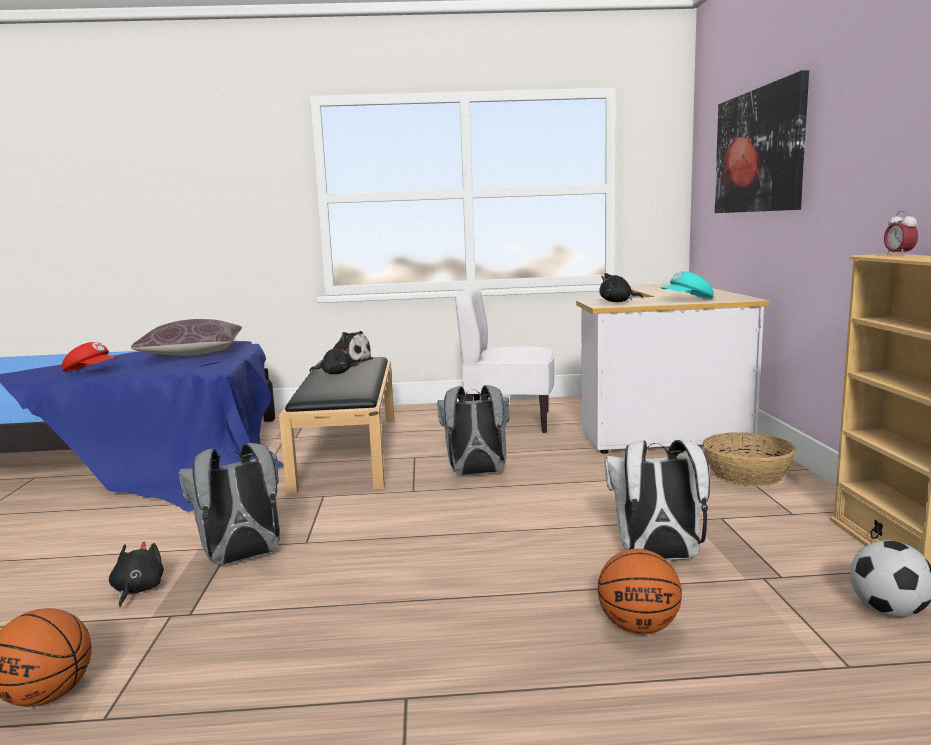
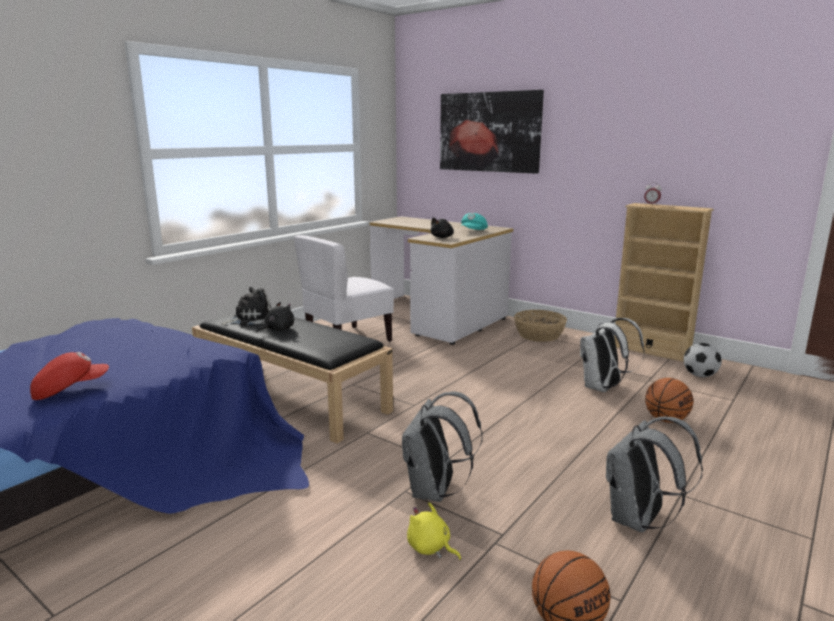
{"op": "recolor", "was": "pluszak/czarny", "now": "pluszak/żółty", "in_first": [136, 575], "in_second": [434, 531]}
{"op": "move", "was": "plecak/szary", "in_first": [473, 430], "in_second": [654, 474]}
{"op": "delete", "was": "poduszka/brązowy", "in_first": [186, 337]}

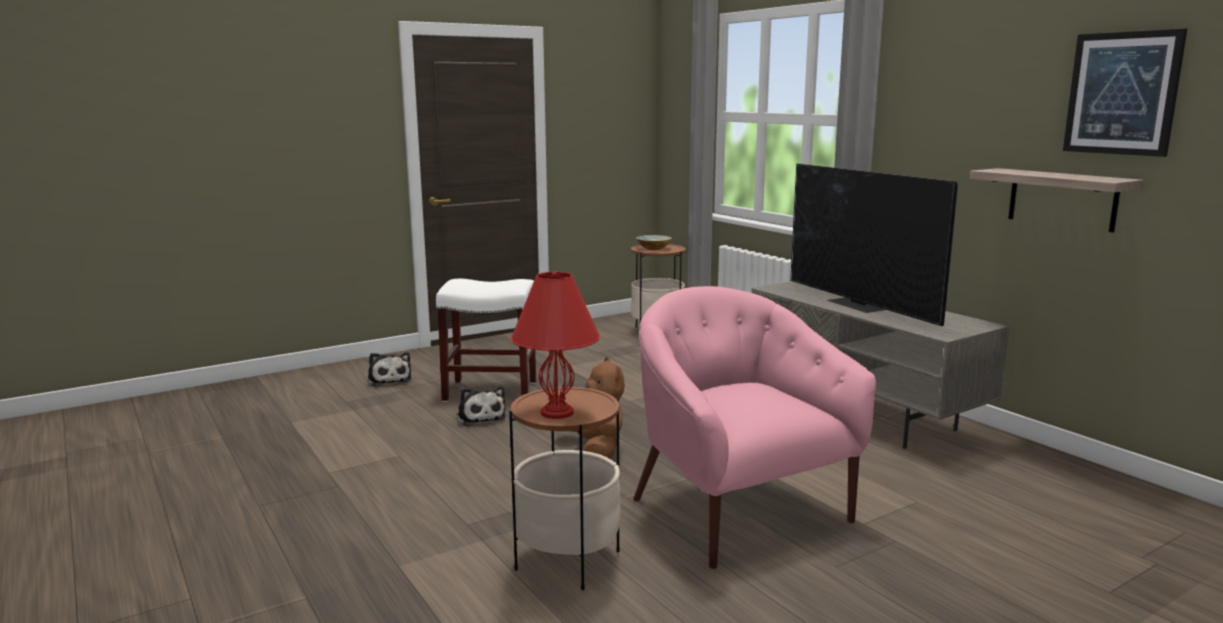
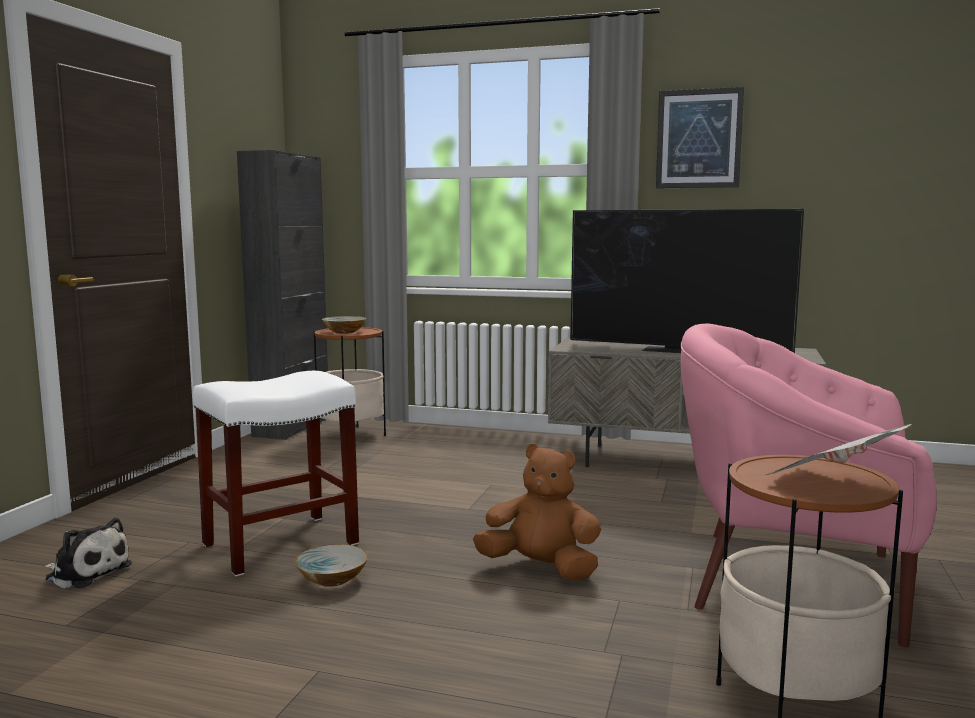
{"op": "insert", "now": "szafka/czarny", "in_second": [282, 295]}
{"op": "replace", "was": "pluszak", "now": "miska", "in_first": [481, 406], "in_second": [331, 565]}
{"op": "move", "was": "obraz", "in_first": [1125, 92], "in_second": [700, 137]}
{"op": "replace", "was": "lampa stołowa/czerwony", "now": "gazeta", "in_first": [555, 345], "in_second": [839, 449]}
{"op": "delete", "was": "półka", "in_first": [1056, 200]}

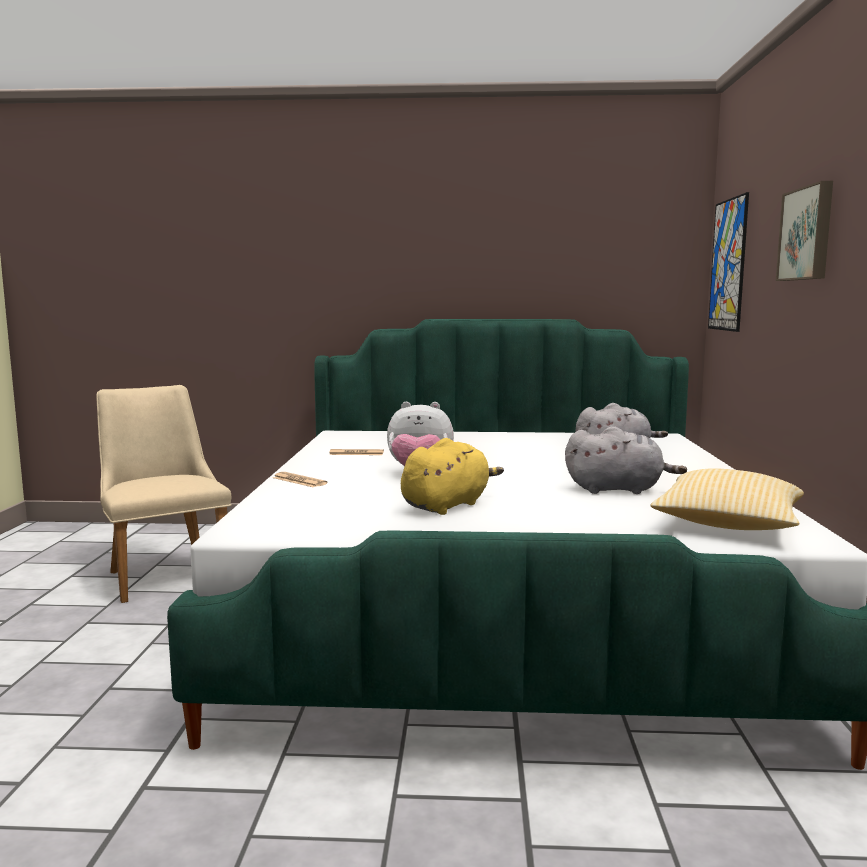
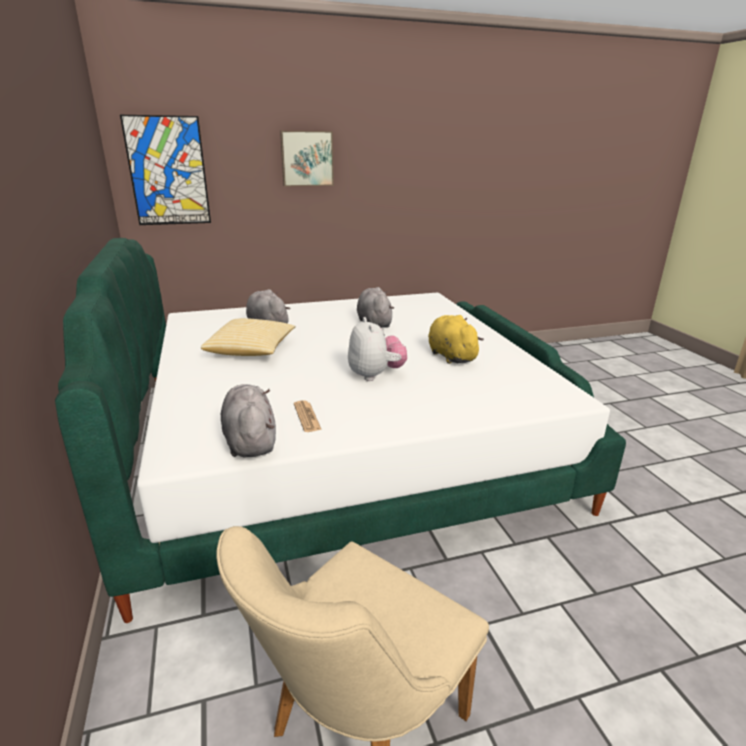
{"op": "move", "was": "poduszka", "in_first": [727, 499], "in_second": [248, 337]}
{"op": "insert", "now": "pluszak/szary", "in_second": [248, 420]}
{"op": "rotate", "was": "pluszak/żółty", "in_first": [452, 476], "in_second": [456, 339], "clockwise": 45}
{"op": "delete", "was": "gazeta", "in_first": [300, 479]}

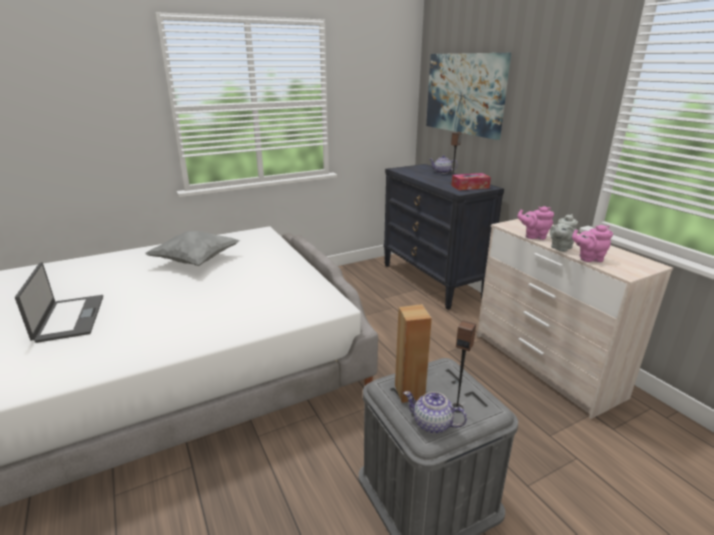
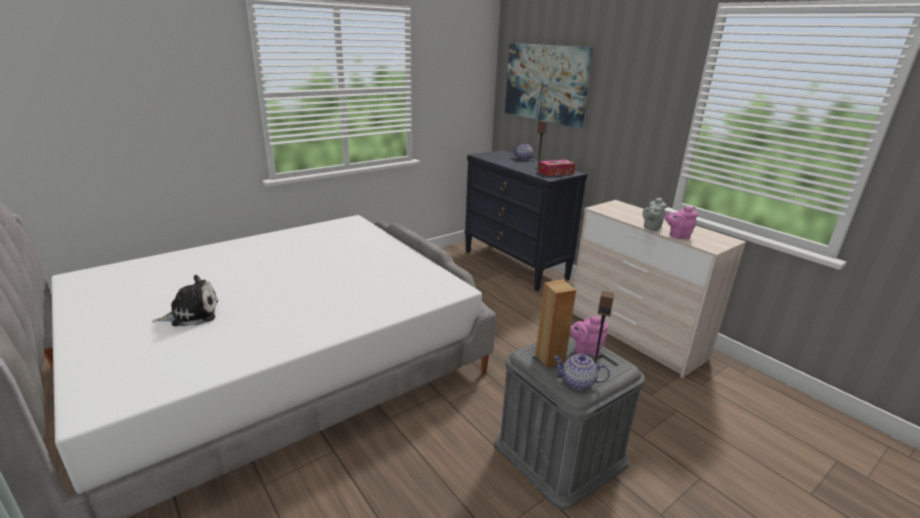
{"op": "replace", "was": "laptop", "now": "pluszak", "in_first": [59, 302], "in_second": [185, 300]}
{"op": "move", "was": "imbryk/różowy", "in_first": [536, 223], "in_second": [589, 336]}
{"op": "delete", "was": "poduszka/szary", "in_first": [193, 248]}

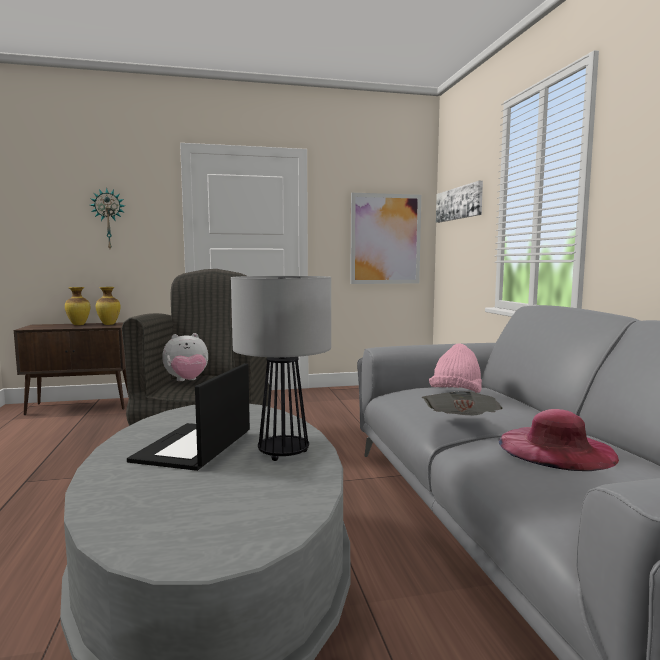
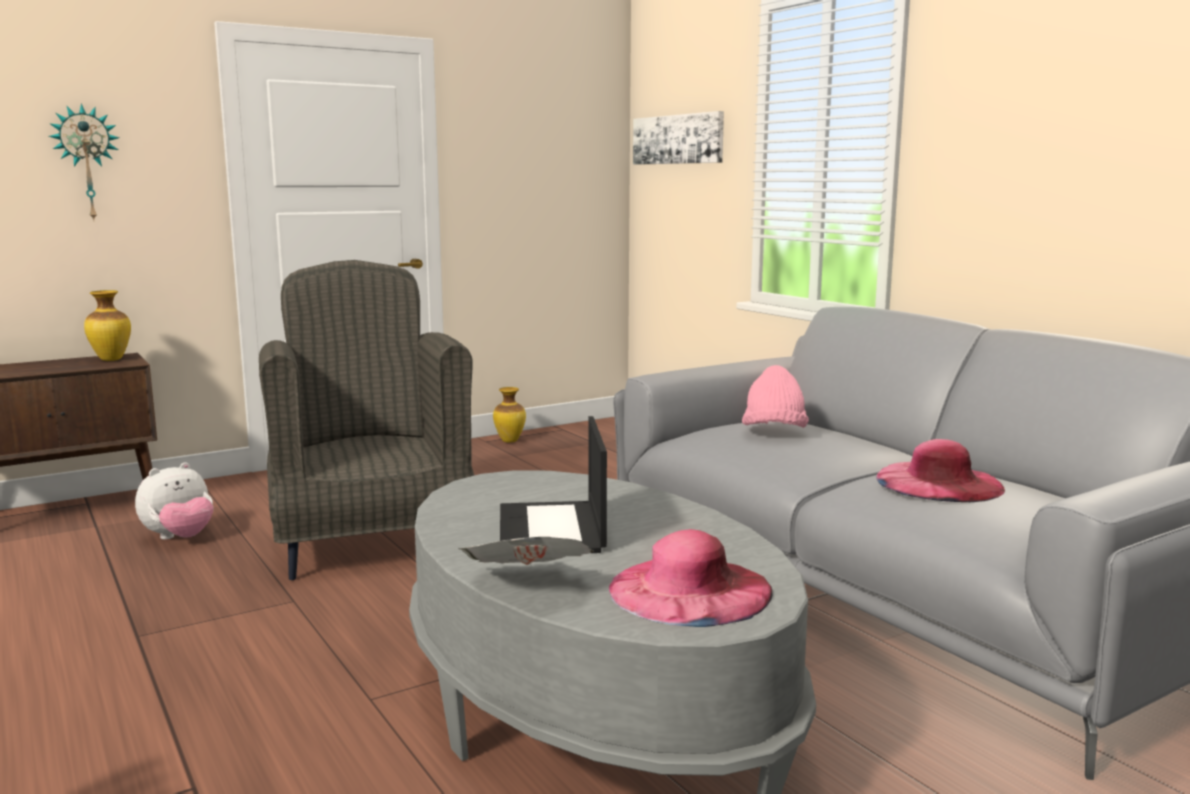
{"op": "move", "was": "pluszak", "in_first": [185, 357], "in_second": [174, 501]}
{"op": "move", "was": "gazeta", "in_first": [462, 403], "in_second": [526, 551]}
{"op": "move", "was": "wazon", "in_first": [77, 306], "in_second": [509, 415]}
{"op": "insert", "now": "kapelusz/różowy", "in_second": [690, 578]}
{"op": "delete", "was": "lampa stołowa", "in_first": [281, 368]}
{"op": "delete", "was": "obraz", "in_first": [385, 238]}

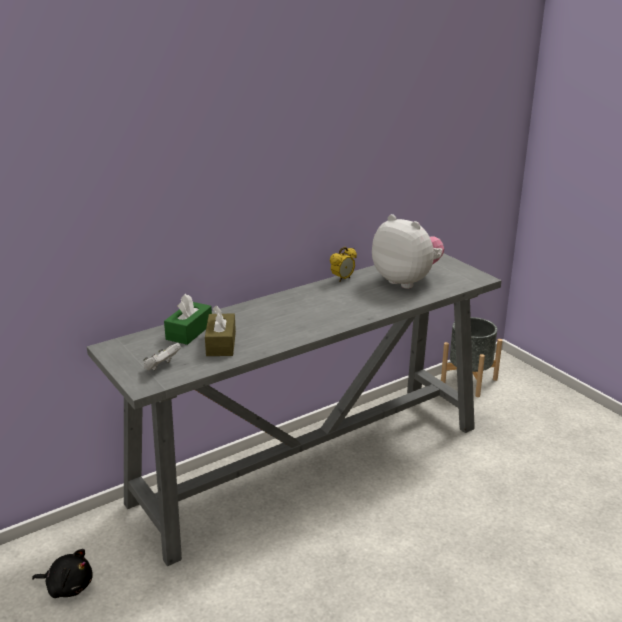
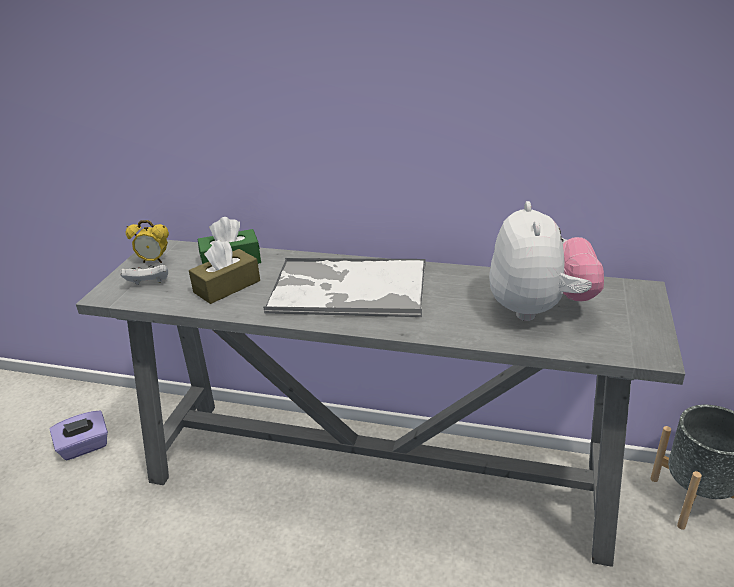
{"op": "replace", "was": "pluszak/czarny", "now": "pudełko chusteczek/fioletowy", "in_first": [62, 573], "in_second": [78, 435]}
{"op": "move", "was": "budzik", "in_first": [343, 264], "in_second": [147, 241]}
{"op": "insert", "now": "taca", "in_second": [344, 287]}

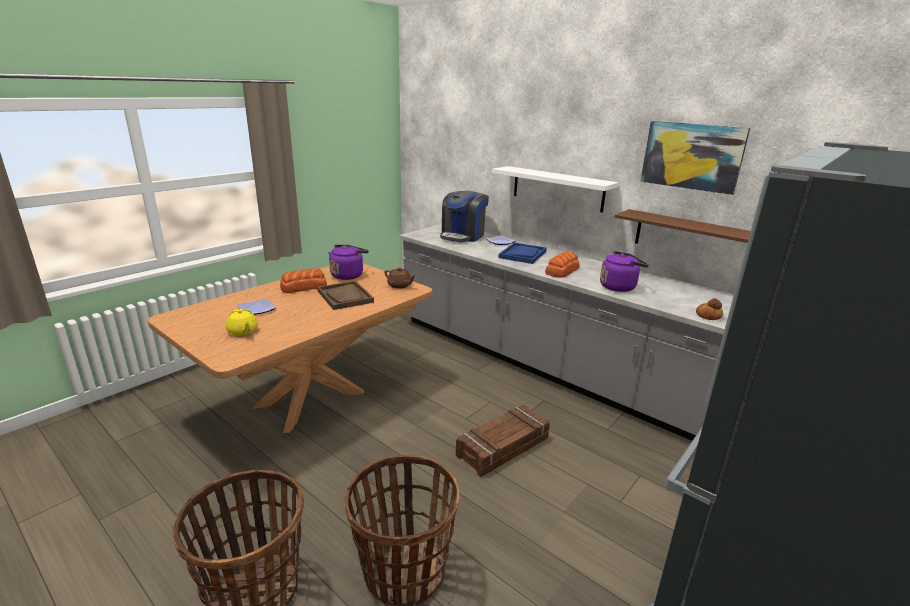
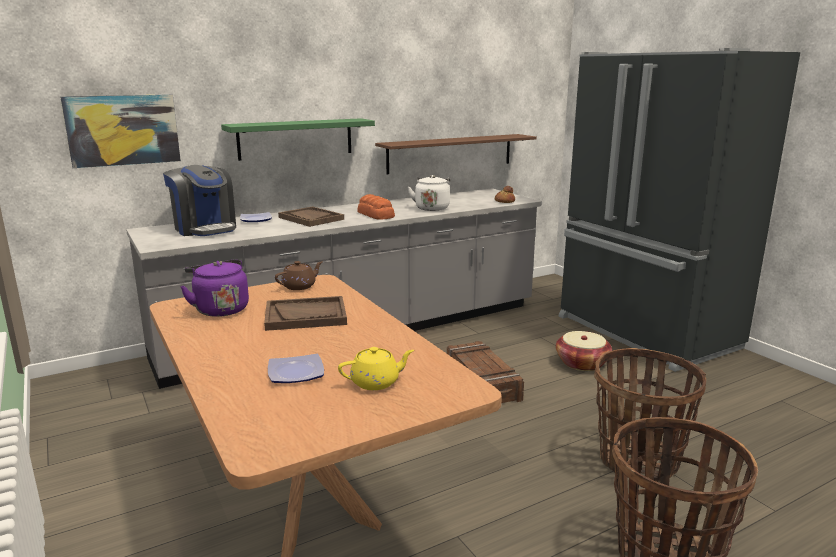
{"op": "move", "was": "obraz", "in_first": [695, 158], "in_second": [120, 131]}
{"op": "recolor", "was": "półka/biały", "now": "półka/zielony", "in_first": [555, 189], "in_second": [298, 139]}
{"op": "recolor", "was": "taca/niebieski", "now": "taca/brązowy", "in_first": [522, 253], "in_second": [311, 216]}
{"op": "recolor", "was": "czajnik/fioletowy", "now": "czajnik/biały", "in_first": [624, 271], "in_second": [429, 193]}
{"op": "insert", "now": "koszyk", "in_second": [584, 351]}
{"op": "delete", "was": "chleb", "in_first": [303, 280]}

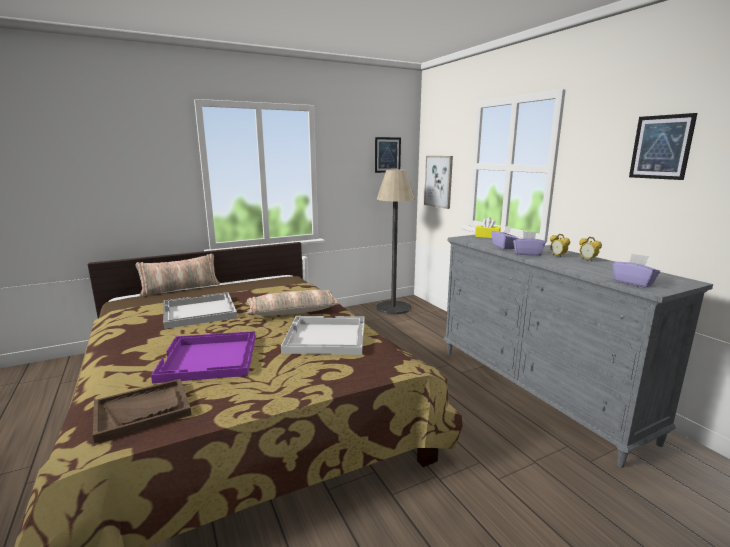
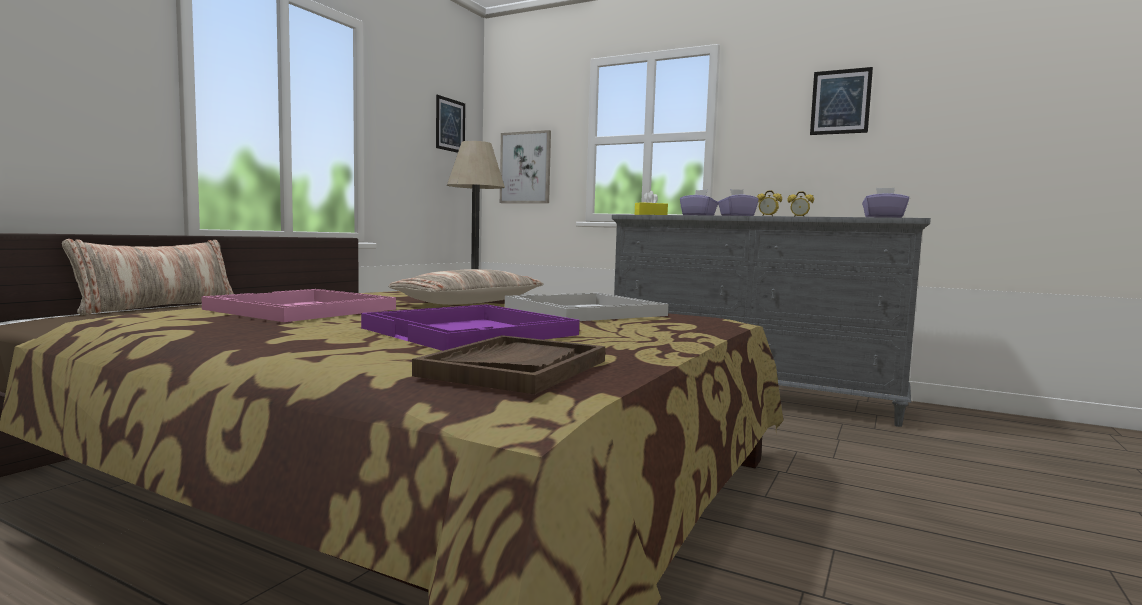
{"op": "recolor", "was": "taca/biały", "now": "taca/różowy", "in_first": [200, 310], "in_second": [298, 305]}

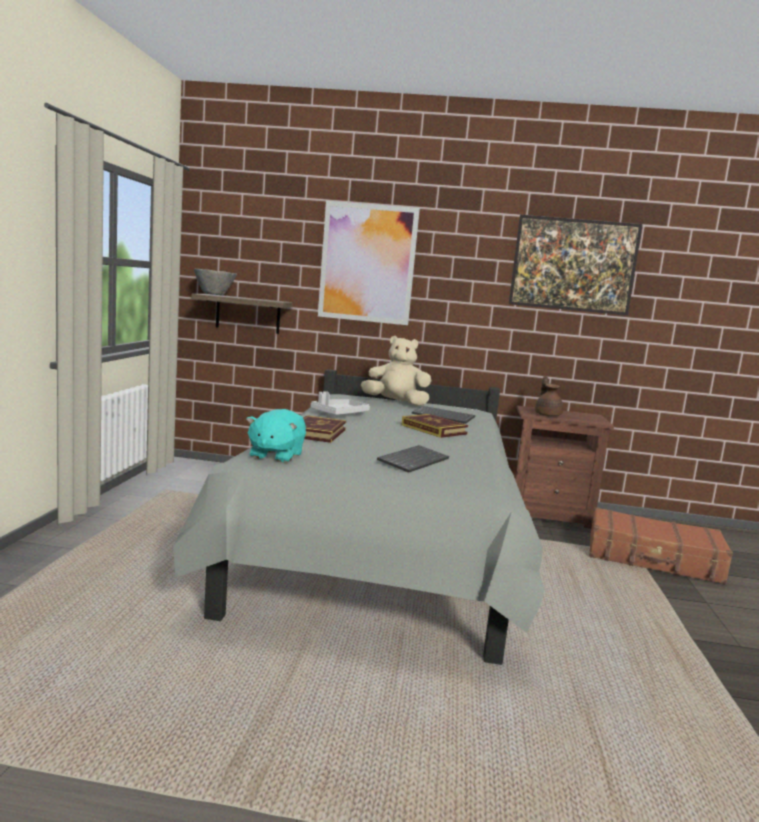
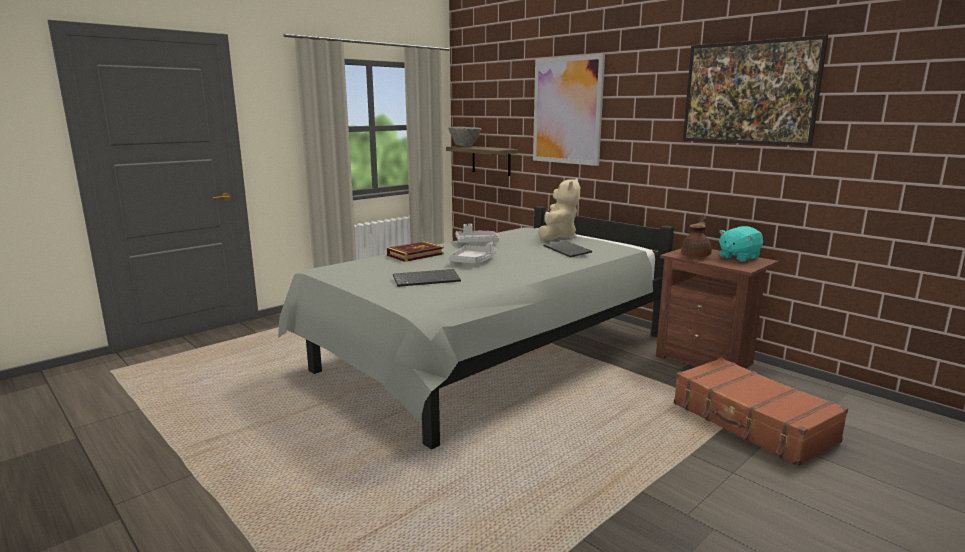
{"op": "insert", "now": "taca/szary", "in_second": [472, 253]}
{"op": "rotate", "was": "pluszak/beżowy", "in_first": [396, 371], "in_second": [559, 209], "clockwise": 60}
{"op": "move", "was": "pluszak/turkusowy", "in_first": [276, 436], "in_second": [741, 244]}
{"op": "delete", "was": "książka", "in_first": [435, 426]}

